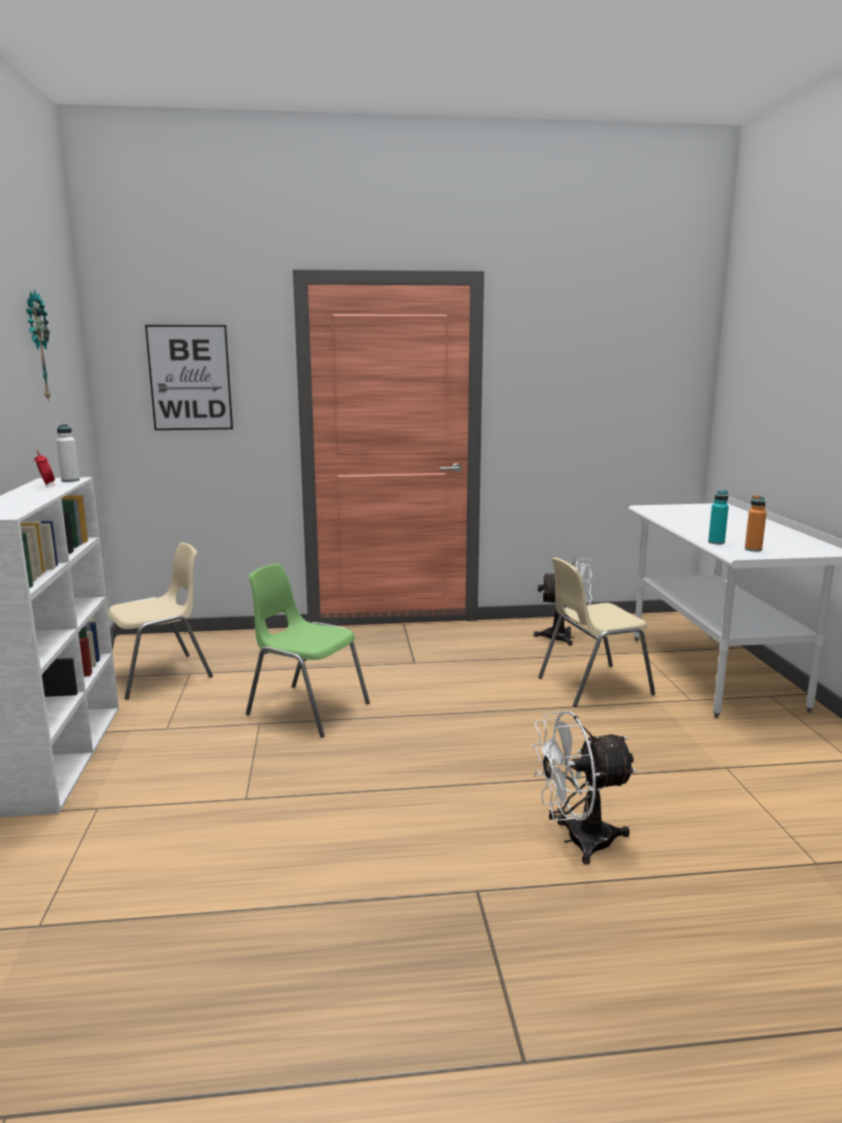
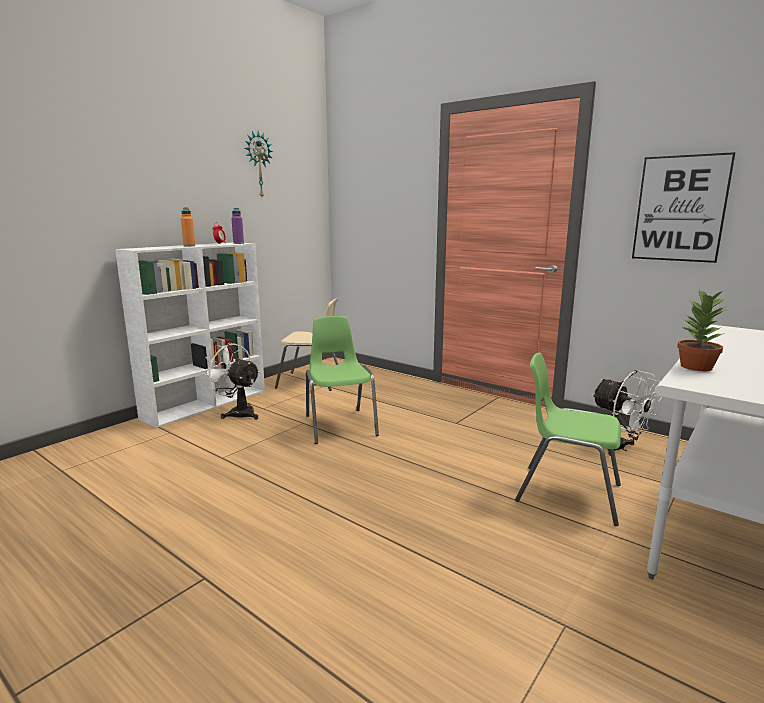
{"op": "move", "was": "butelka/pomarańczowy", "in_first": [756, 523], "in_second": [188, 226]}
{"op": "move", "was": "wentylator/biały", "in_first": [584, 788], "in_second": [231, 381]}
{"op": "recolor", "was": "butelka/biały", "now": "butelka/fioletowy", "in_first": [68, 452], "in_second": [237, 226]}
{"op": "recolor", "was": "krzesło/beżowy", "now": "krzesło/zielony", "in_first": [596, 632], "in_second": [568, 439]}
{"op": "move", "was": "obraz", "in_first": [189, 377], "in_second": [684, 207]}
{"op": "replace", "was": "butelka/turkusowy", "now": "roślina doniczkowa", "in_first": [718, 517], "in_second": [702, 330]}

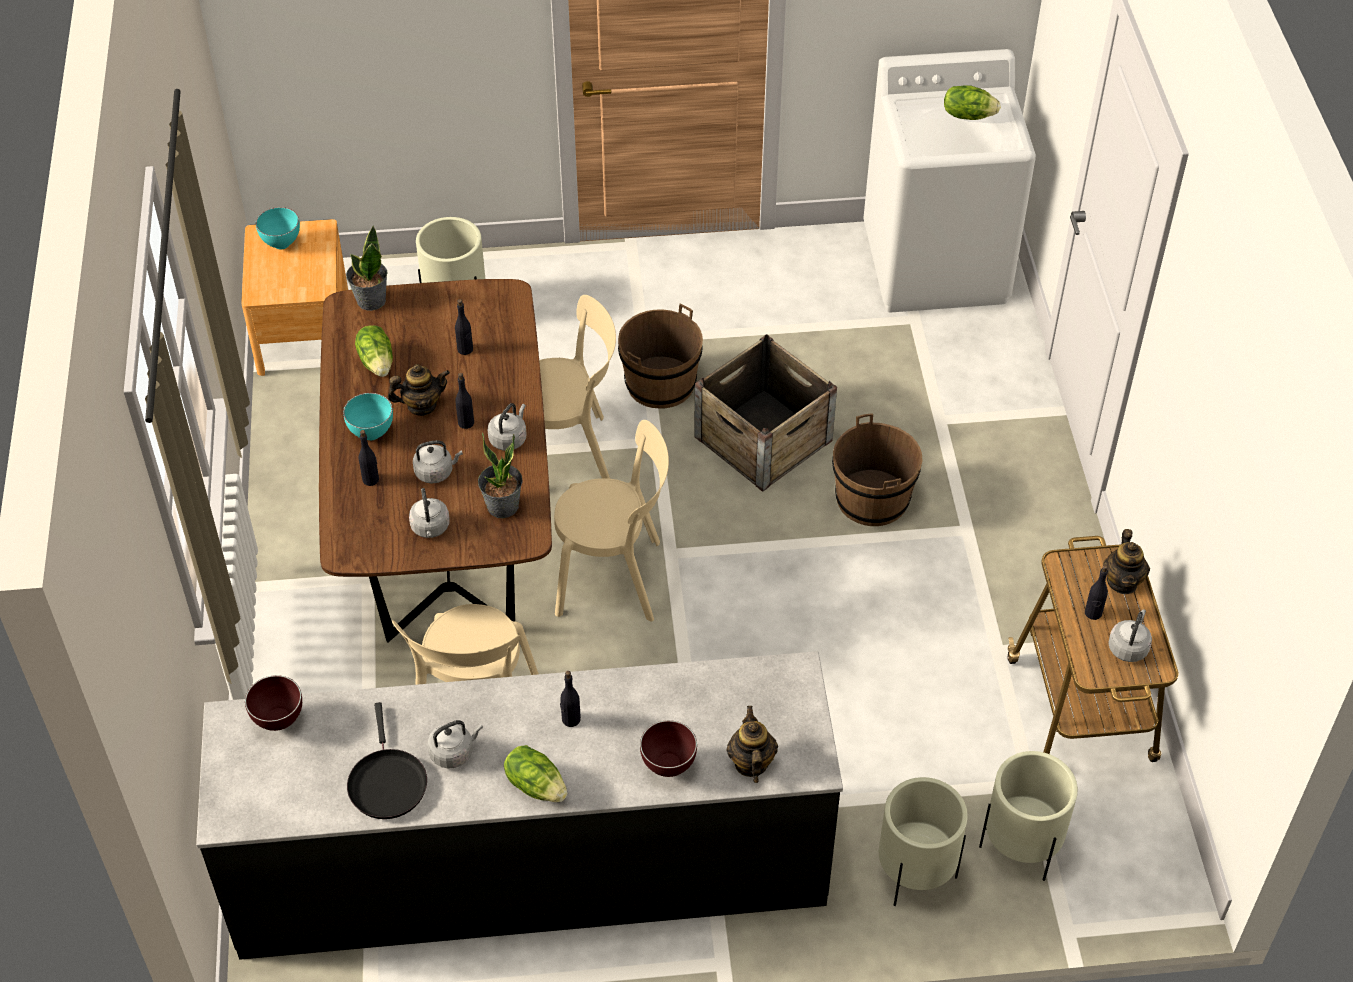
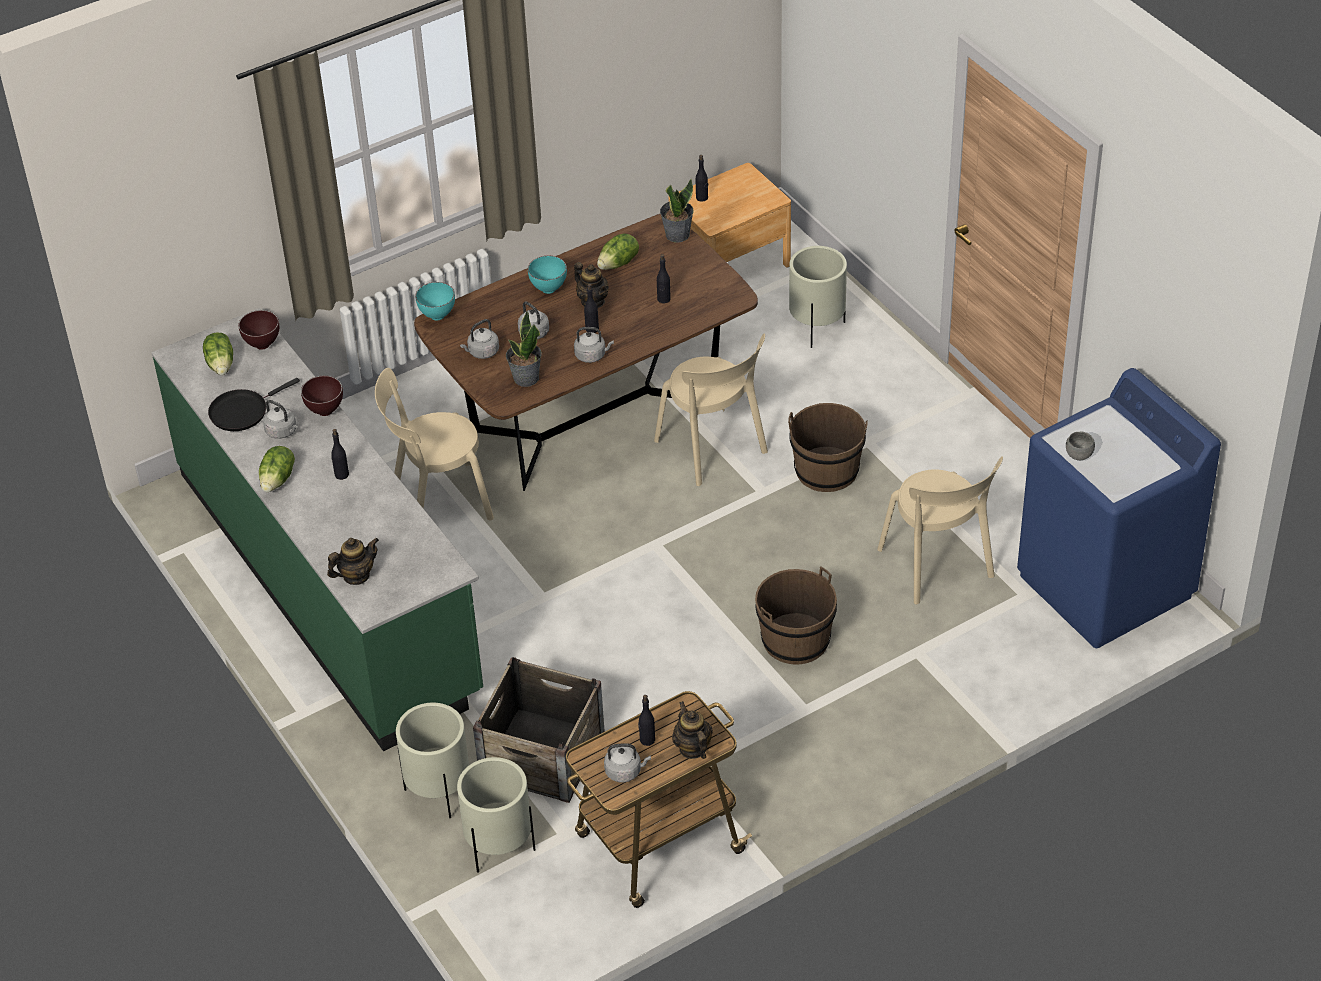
{"op": "recolor", "was": "zabudowa kuchenna/czarny", "now": "zabudowa kuchenna/zielony", "in_first": [519, 805], "in_second": [317, 529]}
{"op": "move", "was": "sałata", "in_first": [972, 102], "in_second": [218, 353]}
{"op": "move", "was": "miska/brązowy", "in_first": [668, 748], "in_second": [322, 396]}
{"op": "move", "was": "miska/turkusowy", "in_first": [278, 228], "in_second": [435, 301]}
{"op": "move", "was": "skrzynka", "in_first": [765, 413], "in_second": [539, 730]}
{"op": "rotate", "was": "imbryk", "in_first": [1126, 561], "in_second": [692, 730], "clockwise": 90}
{"op": "move", "was": "butelka/czarny", "in_first": [368, 458], "in_second": [702, 178]}
{"op": "move", "was": "krzesło/beżowy", "in_first": [611, 520], "in_second": [940, 530]}
{"op": "recolor", "was": "pralka/biały", "now": "pralka/niebieski", "in_first": [949, 180], "in_second": [1119, 508]}
{"op": "insert", "now": "miska/szary", "in_second": [1080, 446]}

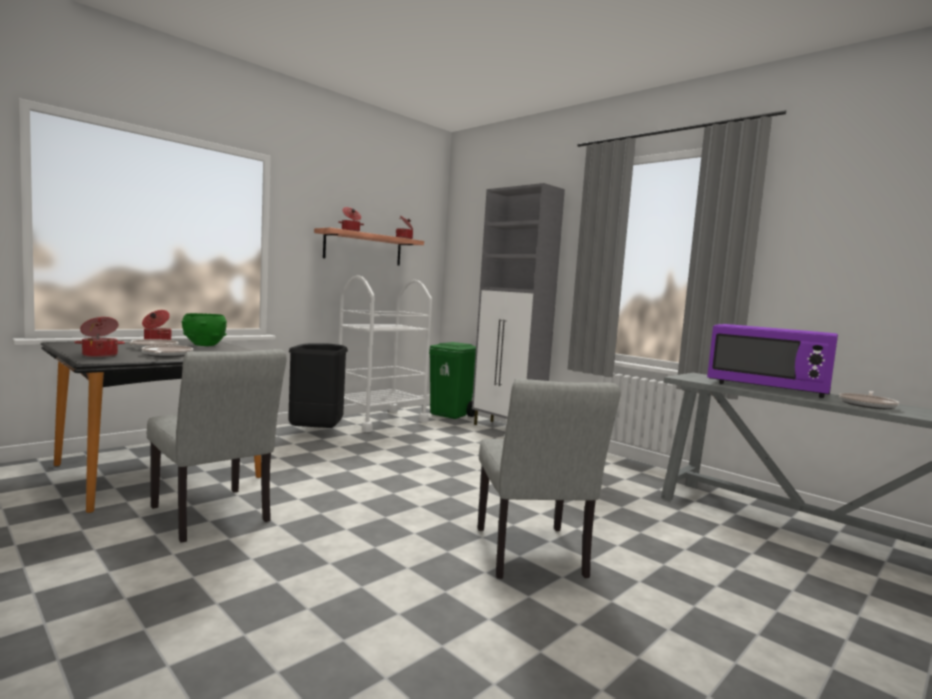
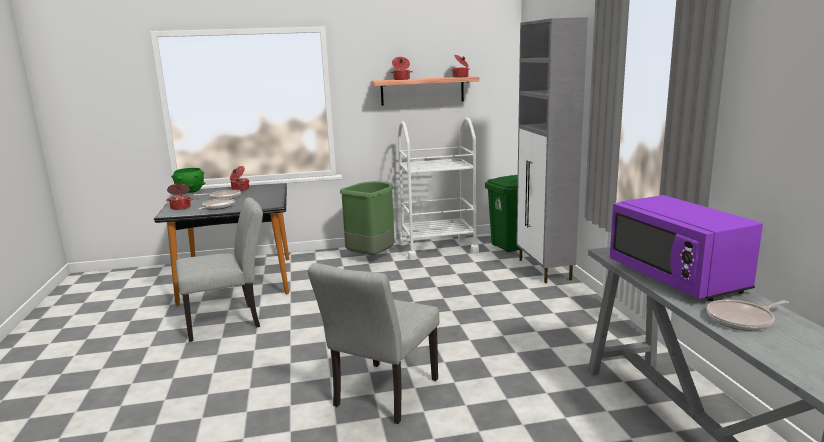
{"op": "move", "was": "miska/zielony", "in_first": [204, 329], "in_second": [188, 180]}
{"op": "rotate", "was": "krzesło/szary", "in_first": [216, 446], "in_second": [219, 269], "clockwise": -105}
{"op": "recolor", "was": "kosz na śmieci/czarny", "now": "kosz na śmieci/zielony", "in_first": [318, 385], "in_second": [367, 218]}

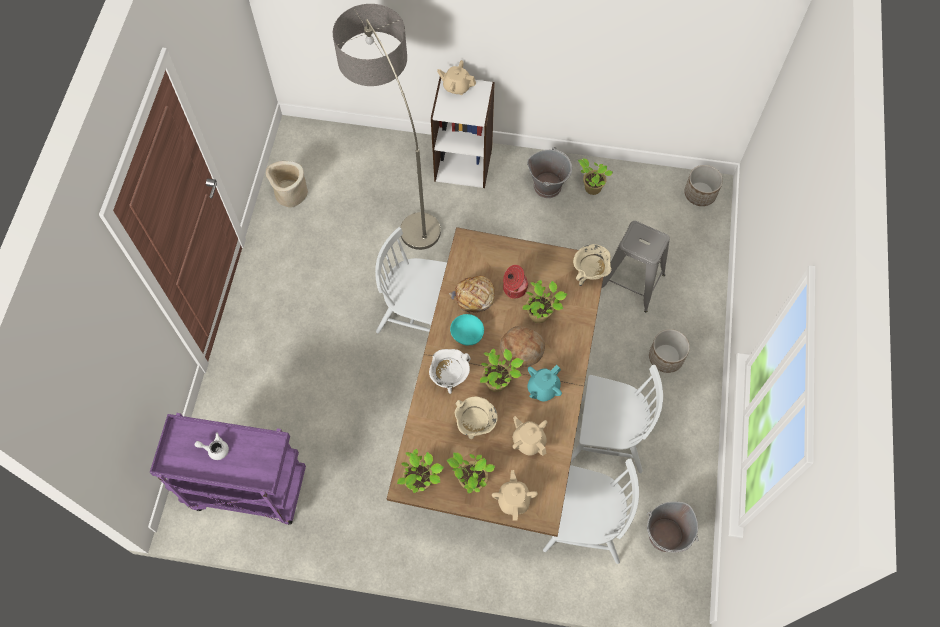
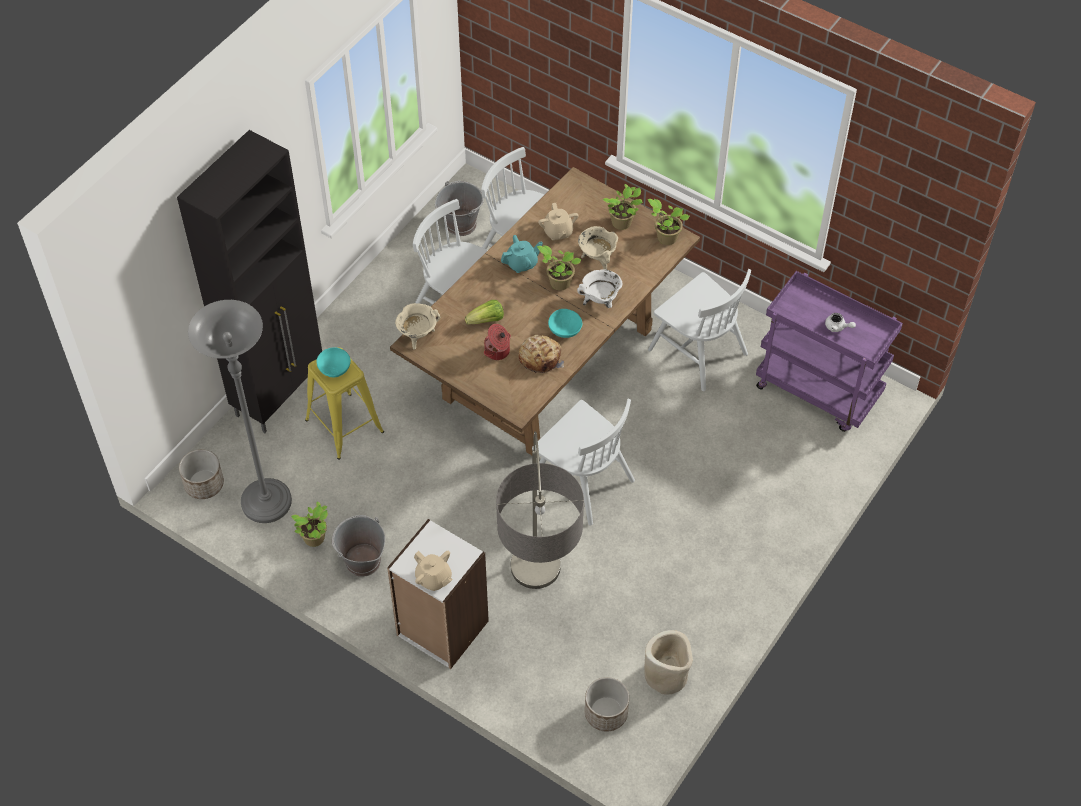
{"op": "insert", "now": "szafka/czarny", "in_second": [249, 281]}
{"op": "insert", "now": "lampa stojąca/szary", "in_second": [240, 411]}
{"op": "recolor", "was": "stołek/szary", "now": "stołek/żółty", "in_first": [635, 266], "in_second": [344, 403]}
{"op": "insert", "now": "miska/turkusowy", "in_second": [333, 362]}
{"op": "replace", "was": "roślina doniczkowa", "now": "sałata", "in_first": [544, 301], "in_second": [484, 312]}
{"op": "move", "was": "donica", "in_first": [669, 351], "in_second": [607, 704]}
{"op": "insert", "now": "krzesło/biały", "in_second": [699, 330]}
{"op": "delete", "was": "imbryk/beżowy", "in_first": [515, 495]}
{"op": "delete", "was": "chleb", "in_first": [522, 346]}

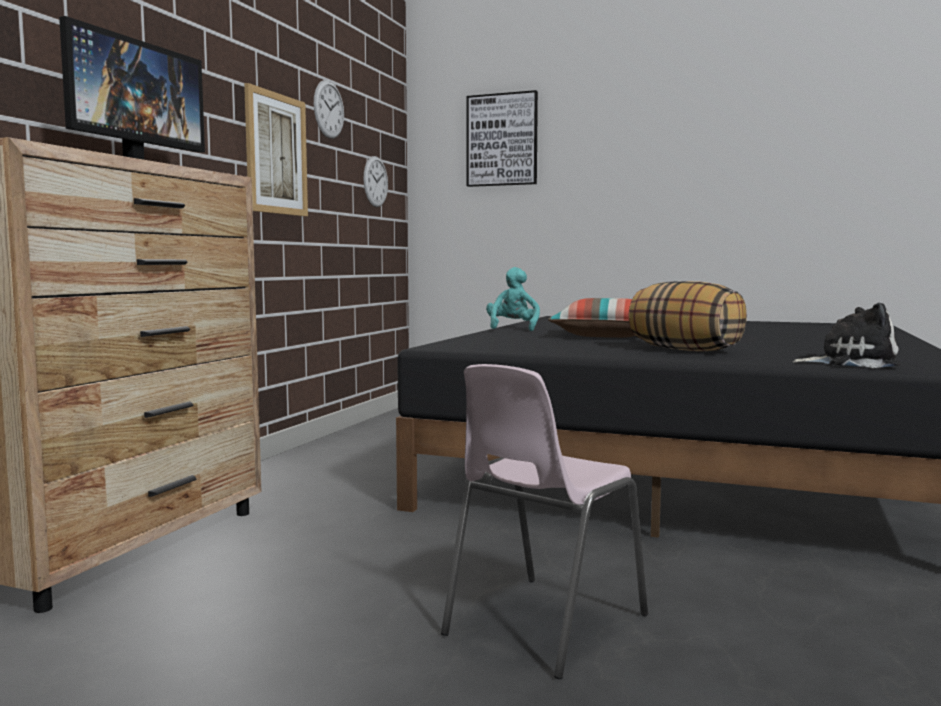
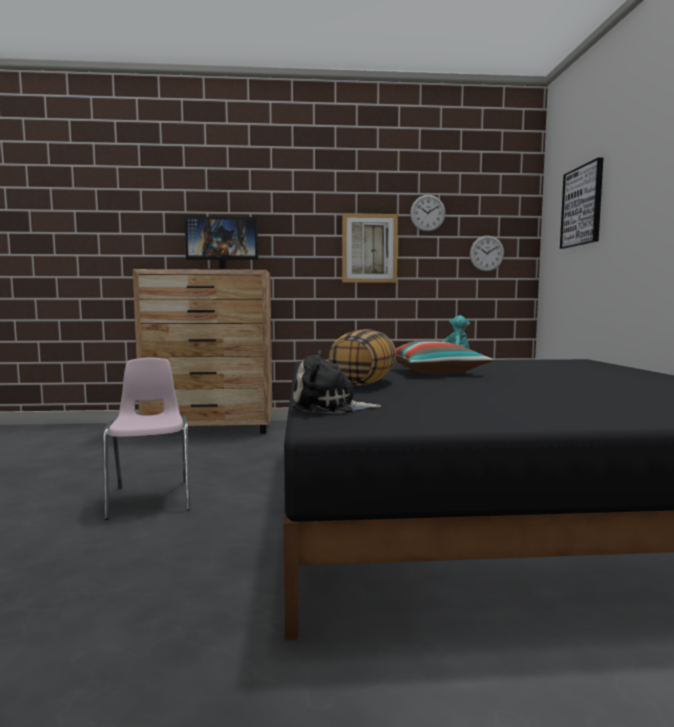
{"op": "rotate", "was": "krzesło/różowy", "in_first": [544, 521], "in_second": [147, 439], "clockwise": 60}
{"op": "rotate", "was": "pluszak", "in_first": [846, 335], "in_second": [337, 381], "clockwise": 105}

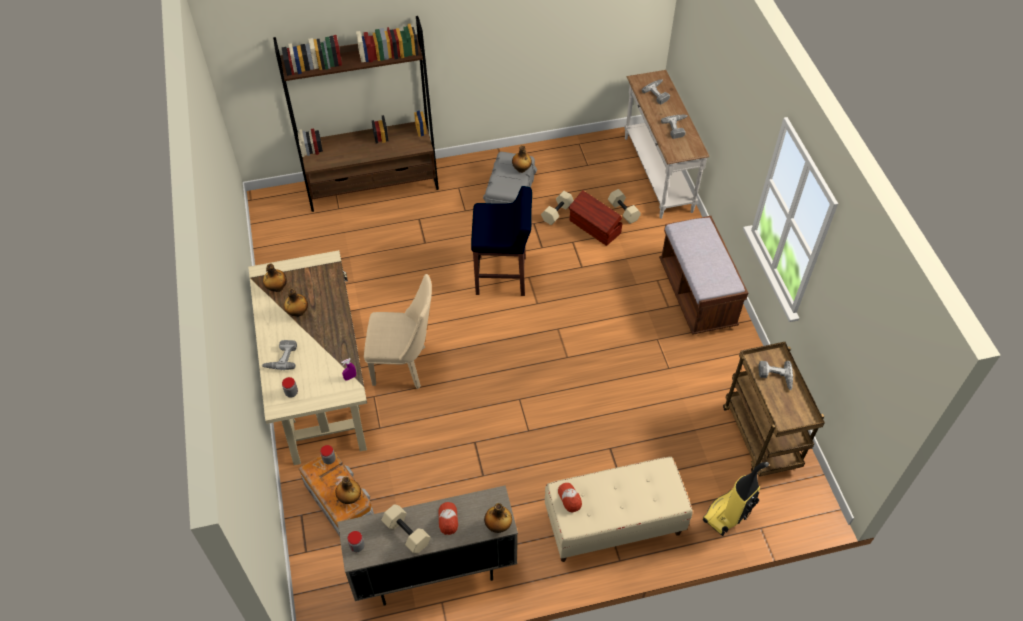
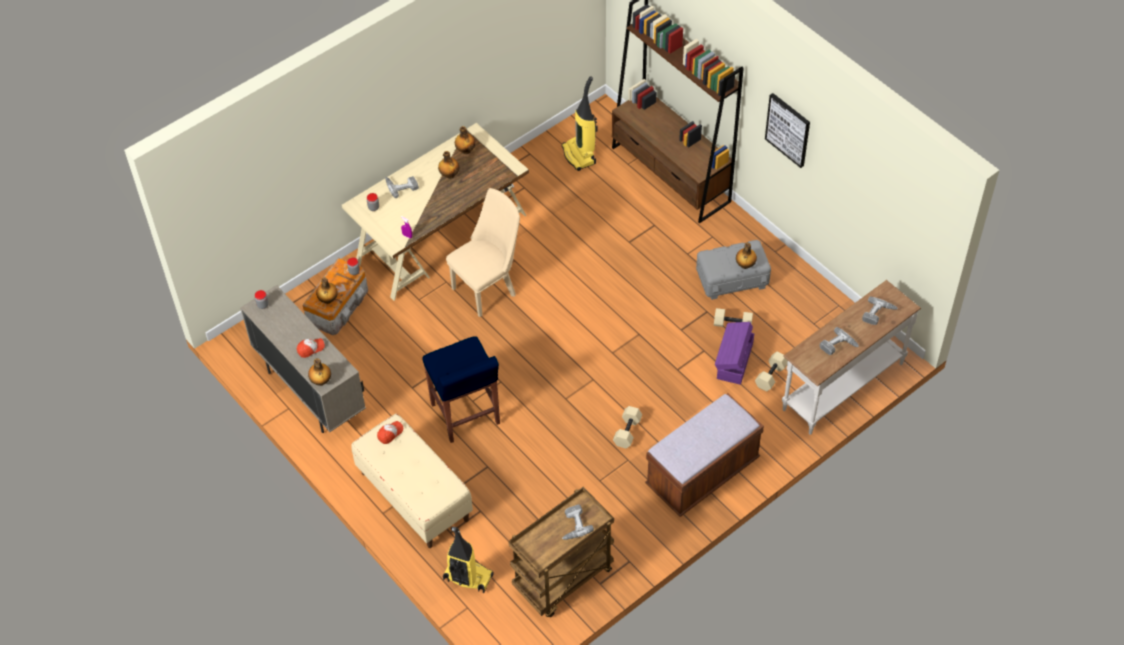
{"op": "move", "was": "stołek/niebieski", "in_first": [501, 241], "in_second": [461, 389]}
{"op": "rotate", "was": "krzesło/beżowy", "in_first": [398, 331], "in_second": [483, 252], "clockwise": -105}
{"op": "insert", "now": "odkurzacz", "in_second": [580, 123]}
{"op": "move", "was": "hantel/beżowy", "in_first": [406, 529], "in_second": [628, 427]}
{"op": "recolor", "was": "pojemnik do przechowywania/brązowy", "now": "pojemnik do przechowywania/fioletowy", "in_first": [595, 218], "in_second": [734, 353]}
{"op": "insert", "now": "obraz", "in_second": [787, 130]}

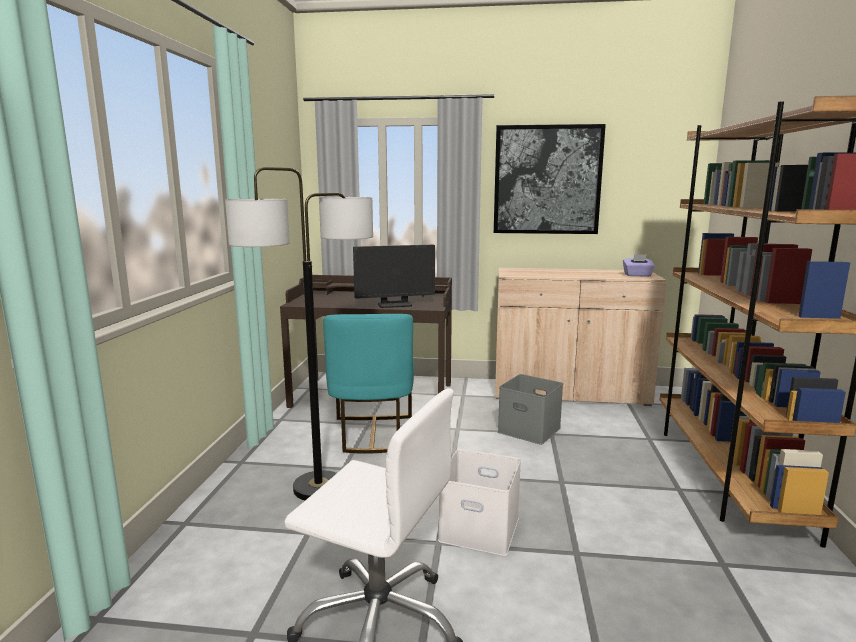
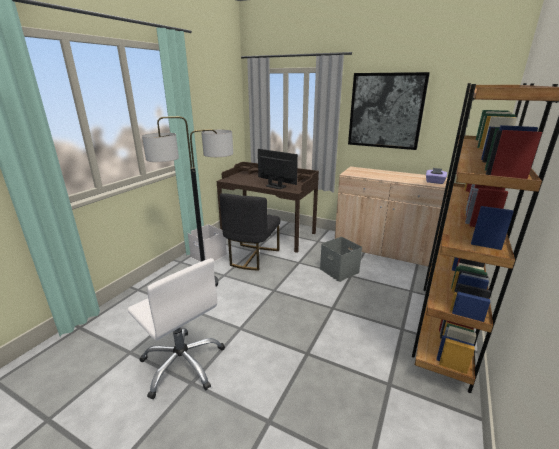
{"op": "move", "was": "pojemnik do przechowywania/biały", "in_first": [479, 502], "in_second": [207, 243]}
{"op": "recolor", "was": "krzesło/turkusowy", "now": "krzesło/czarny", "in_first": [368, 384], "in_second": [250, 232]}
{"op": "rotate", "was": "monitor", "in_first": [394, 276], "in_second": [278, 169], "clockwise": -150}

